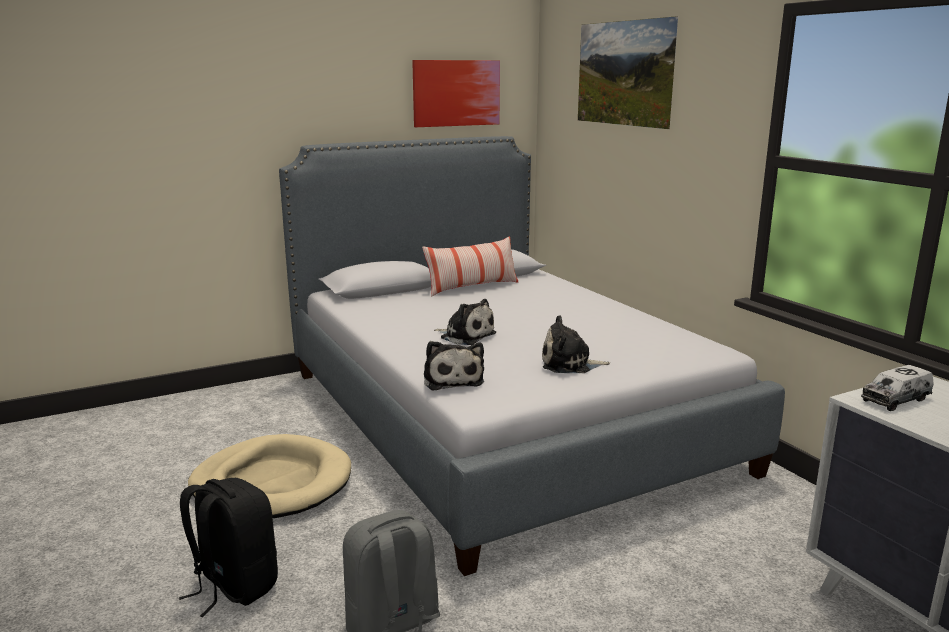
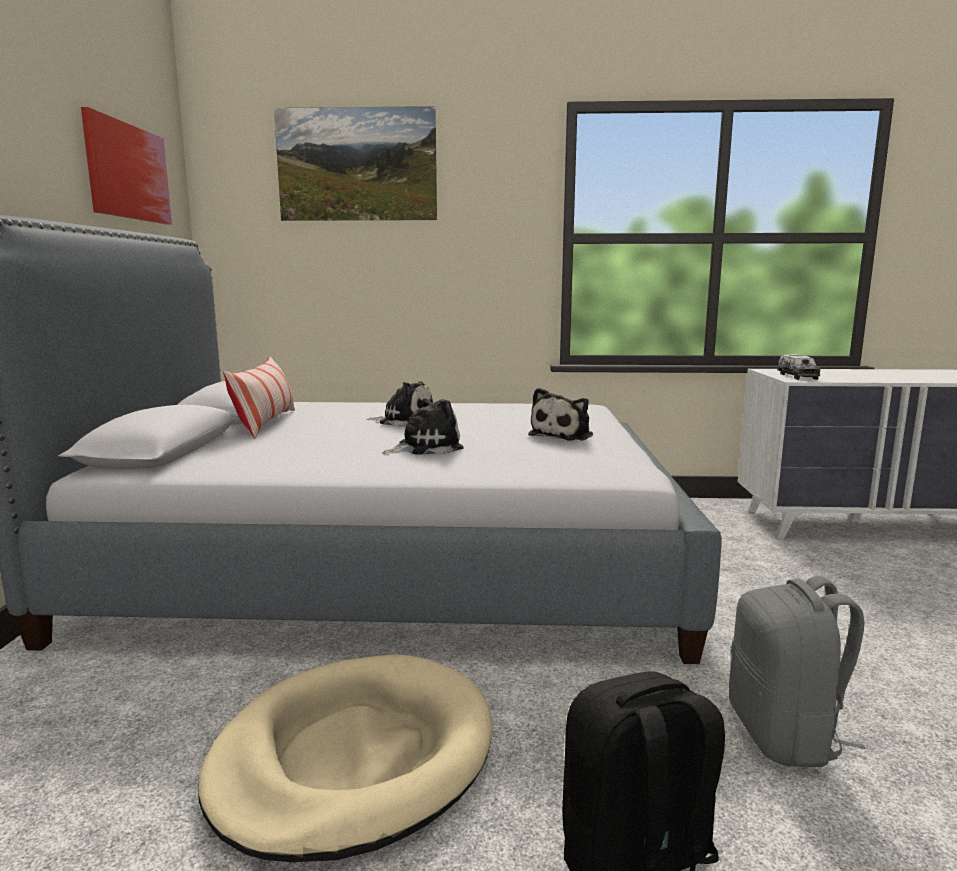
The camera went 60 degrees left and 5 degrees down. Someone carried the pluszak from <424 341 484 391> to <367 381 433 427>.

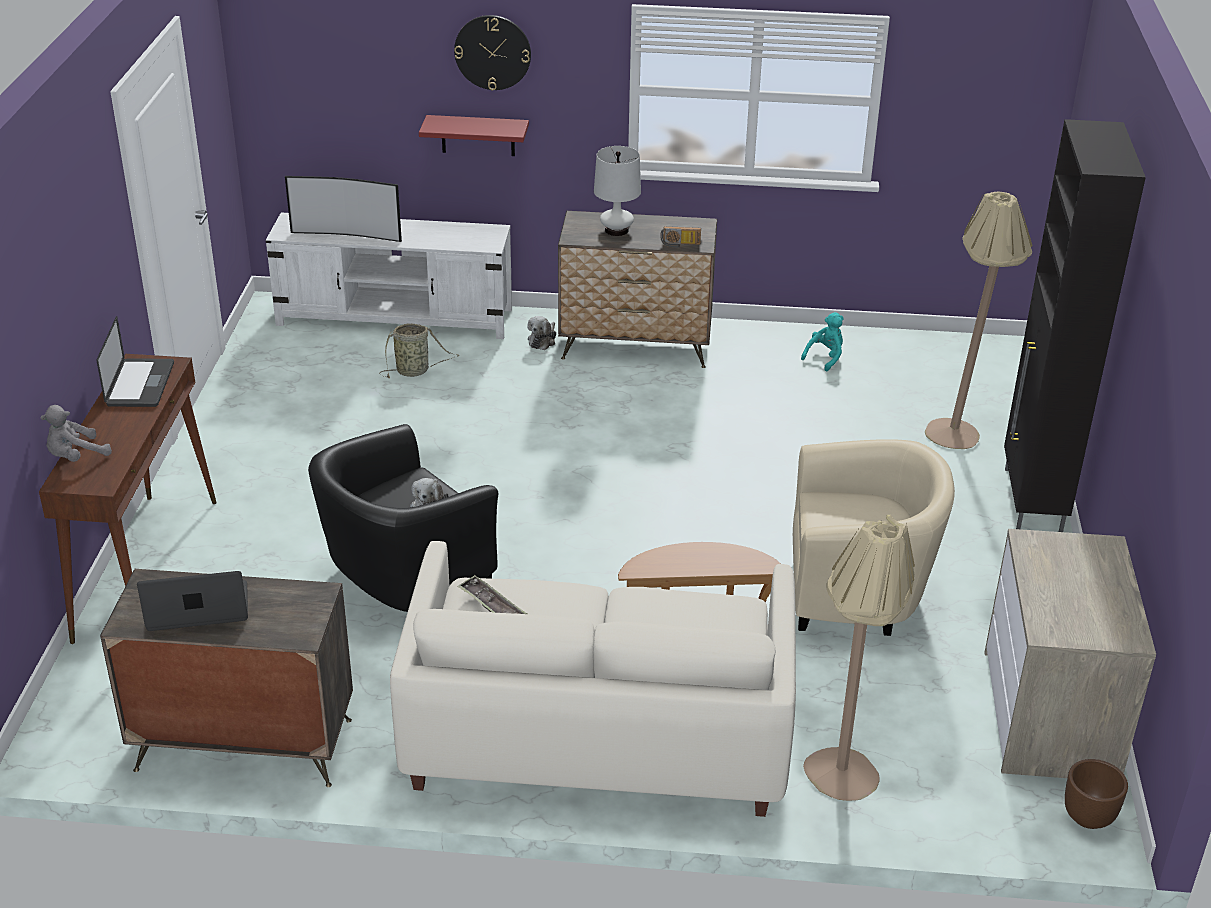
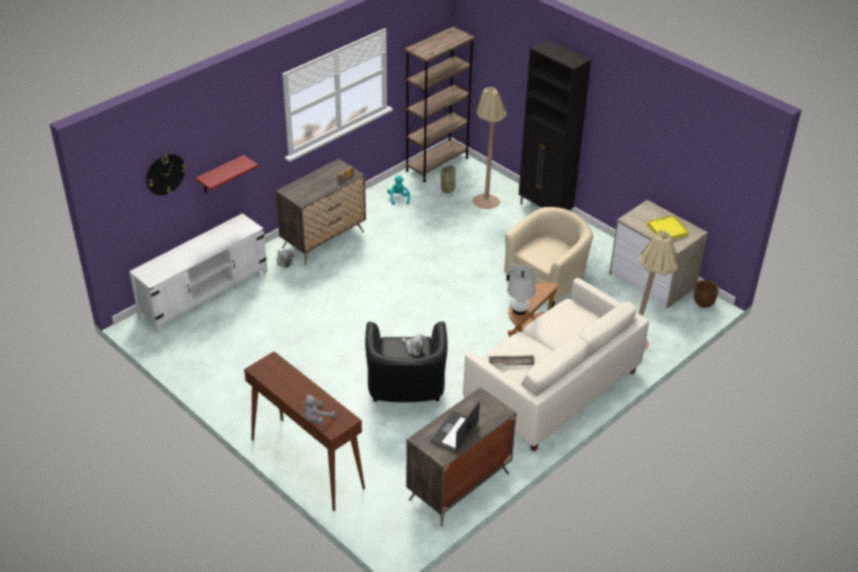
The camera went 50 degrees left and 5 degrees up. Someone carried the zegar ścienny from <454 15 531 90> to <146 154 186 195>. Someone rotated the pluszak (szary) at <41 405 112 462> by 45 degrees clockwise. Someone put down the regał (brązowy) at <405 26 475 182>. Someone carried the koszyk from <380 323 460 378> to <441 165 456 196>. Someone carried the lampa stołowa (biały) from <594 146 641 236> to <507 265 536 315>. Someone put down the taca (żółty) at <647 215 689 240>. Someone took away the laptop at <97 316 174 407>. Someone took away the telewizor at <285 176 402 242>.

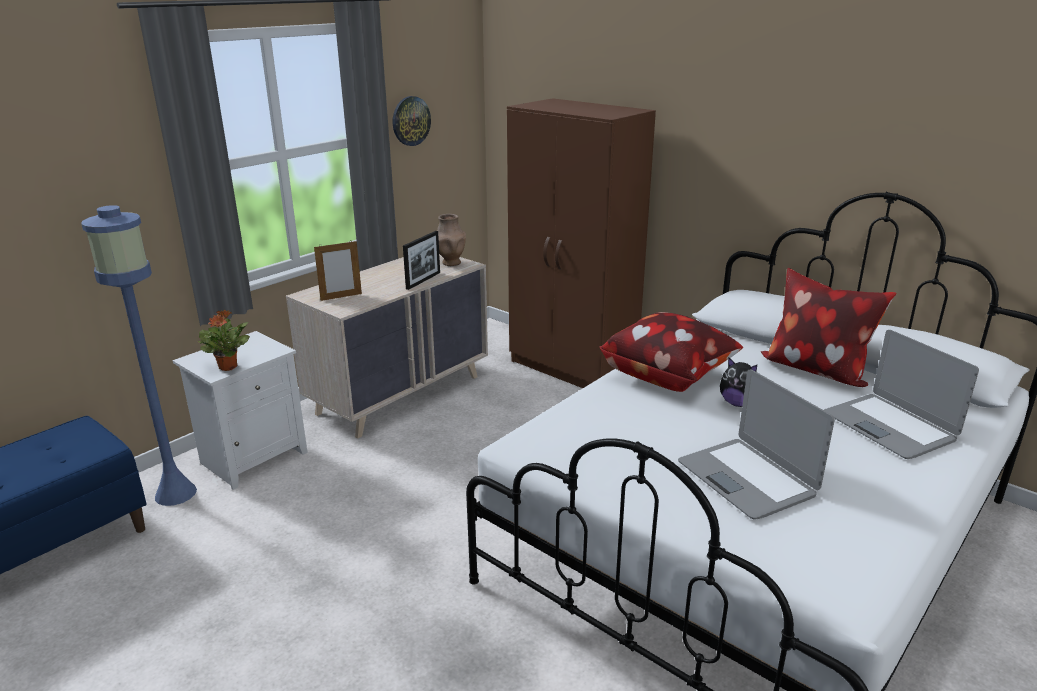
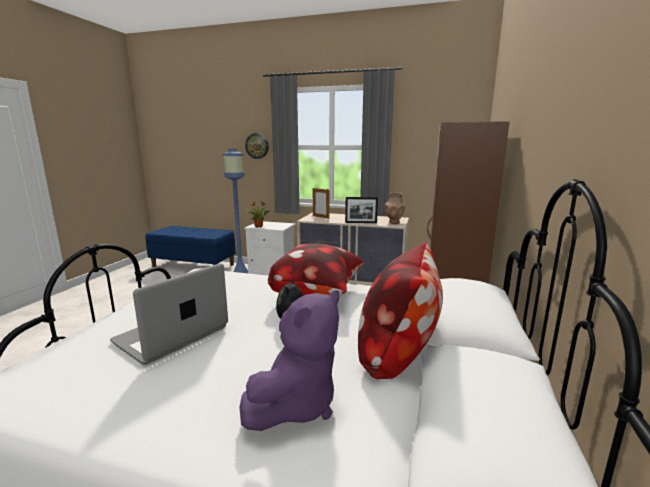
The camera went 65 degrees right and 10 degrees down. Someone swapped the laptop at <824 330 979 459> for the pluszak (fioletowy) at <239 290 339 431>. Someone carried the zegar ścienny from <393 96 431 146> to <245 133 269 159>.

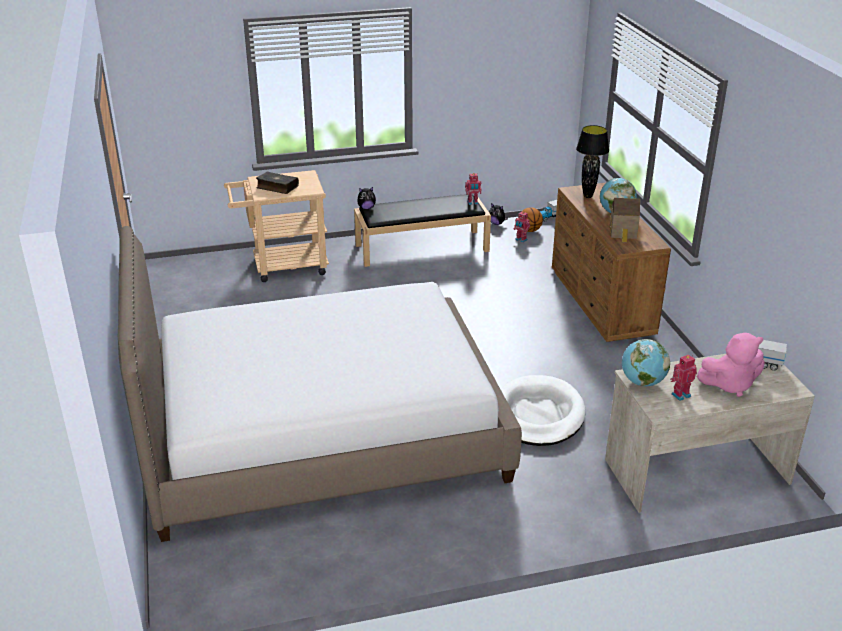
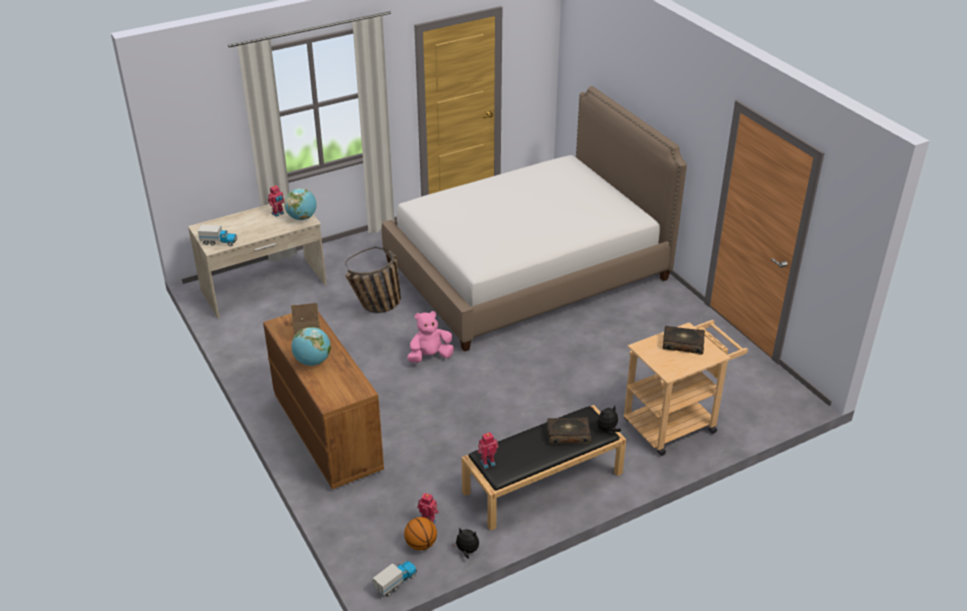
The camera went 165 degrees right and 5 degrees up. Someone swapped the legowisko (biały) at <501 375 586 446> for the koszyk at <345 247 401 313>. Someone carried the pluszak (różowy) from <697 333 765 397> to <407 311 454 363>. Someone put down the książka at <547 417 591 444>. Someone took away the lampa stołowa (czarny) at <576 125 609 198>.

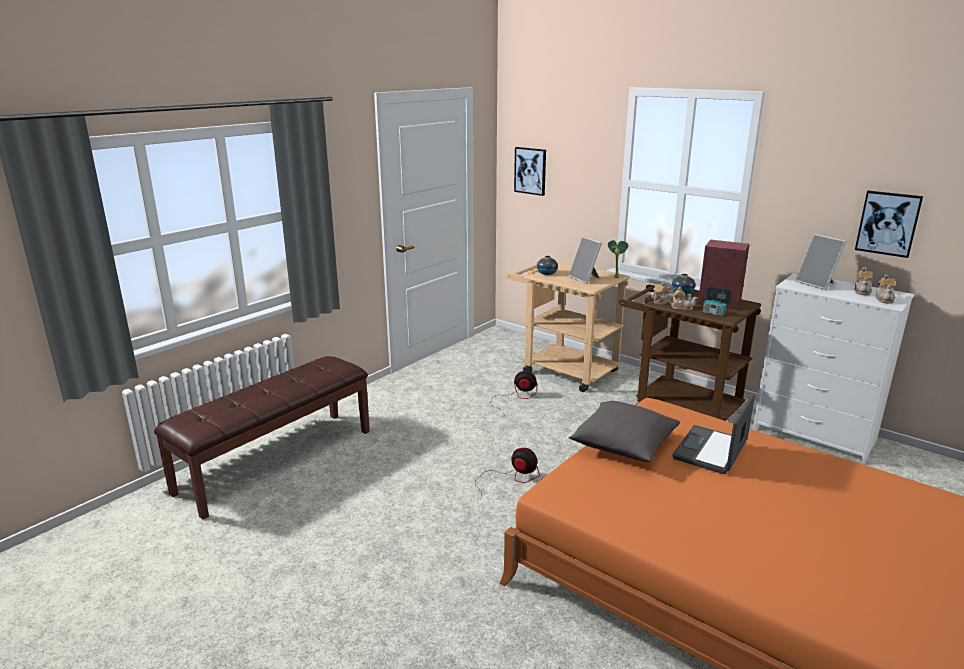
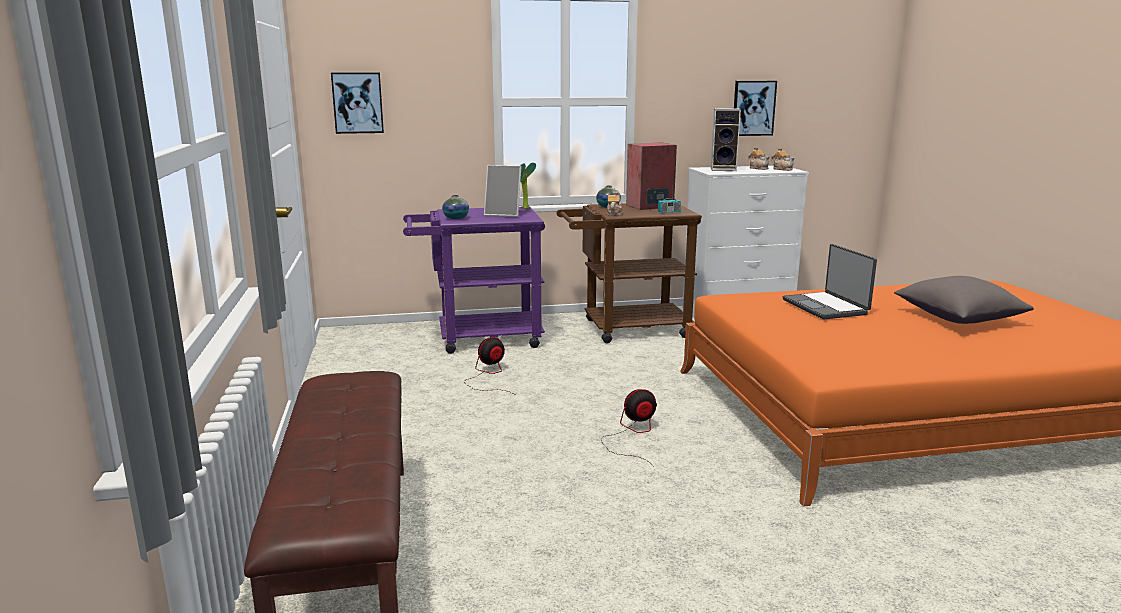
The camera went 50 degrees left and 5 degrees down. Someone repainted the wózek (beżowy) at <506 261 629 392>, which became the wózek (fioletowy) at <403 206 545 354>. Someone swapped the ramka na zdjęcie at <795 234 847 290> for the głośnik at <711 108 741 171>. Someone carried the poduszka (szary) from <569 401 680 462> to <894 276 1034 324>. Someone took away the imbryk at <667 287 698 310>.

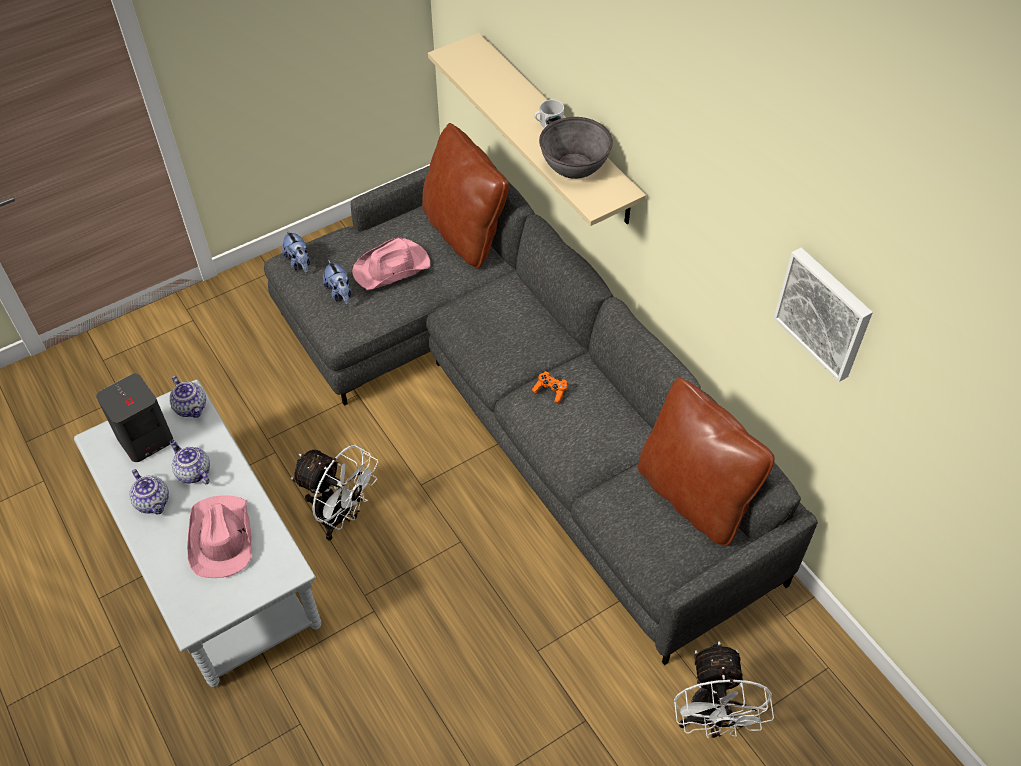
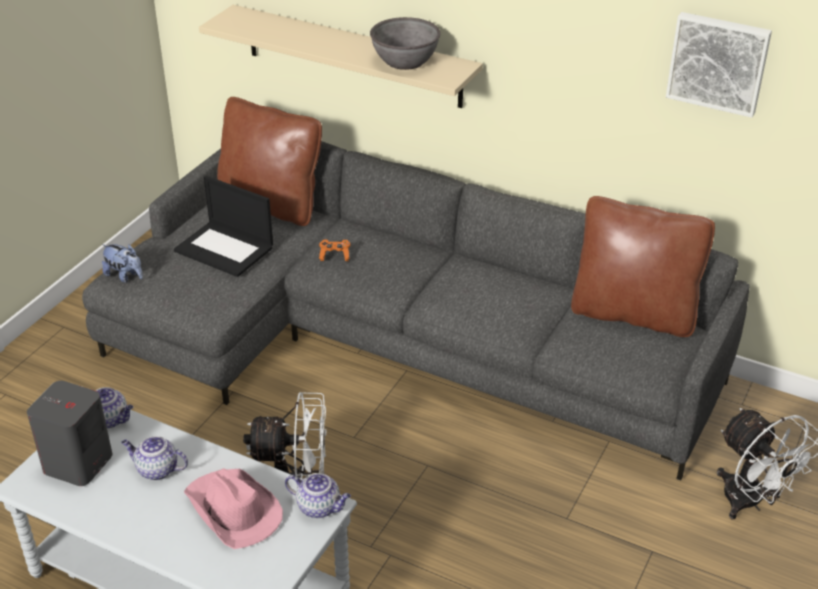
The camera went 30 degrees left and 15 degrees down. Someone swapped the kapelusz (różowy) at <352 238 430 290> for the laptop at <174 176 273 277>. Someone carried the imbryk from <129 469 169 514> to <285 473 351 518>. Someone carried the pad do gier (pomarańczowy) from <532 371 568 403> to <319 240 350 261>. Someone took away the pluszak at <323 260 351 305>. Someone took away the kubek (biały) at <534 100 564 128>.

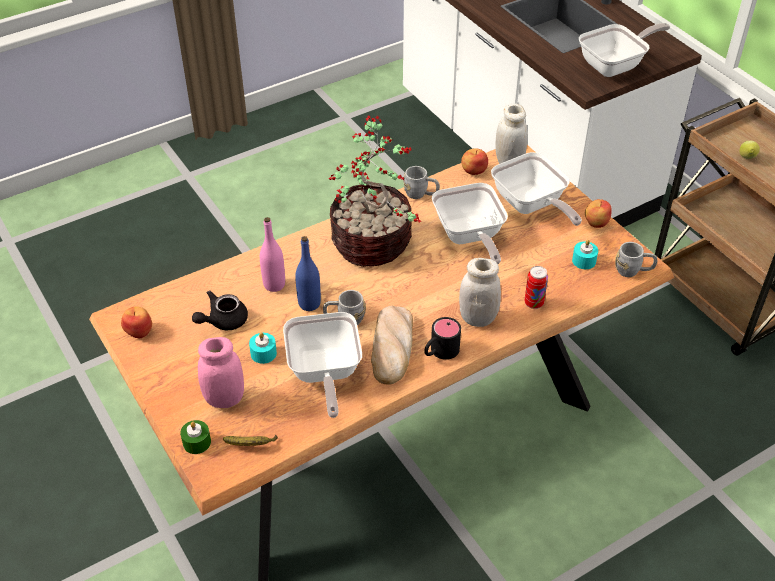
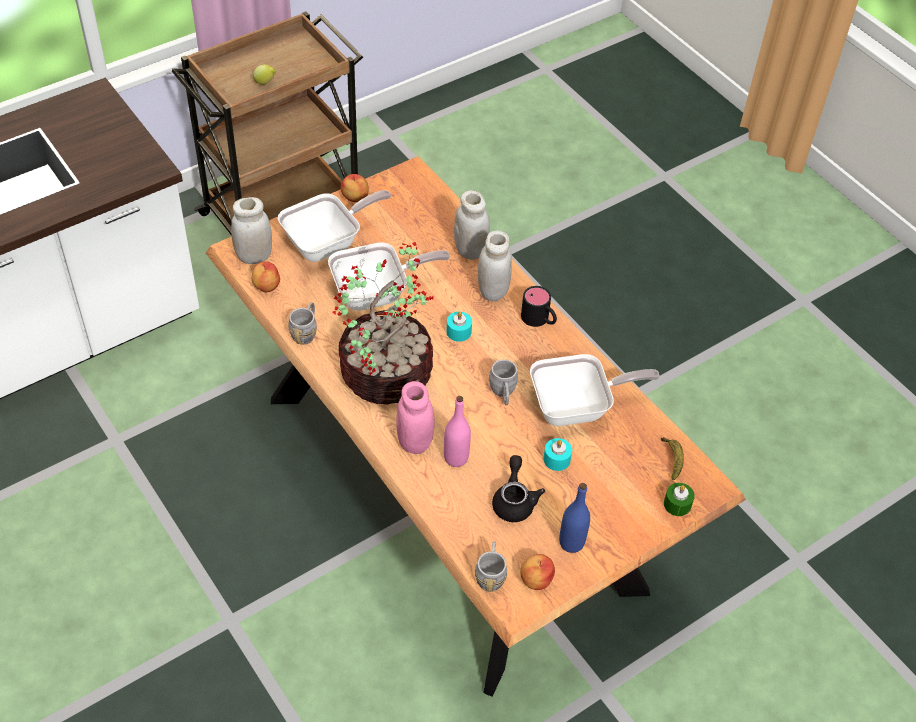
The camera went 95 degrees left and 5 degrees up. Someone carried the słoik (różowy) from <198 337 244 408> to <396 381 435 454>. Someone carried the świeca (turkusowy) from <572 240 598 269> to <446 312 472 342>. Someone swapped the puszka at <524 266 548 309> for the słoik (biały) at <454 190 490 260>. Someone carried the kubek (szary) from <615 242 657 277> to <475 541 507 592>. Someone rotated the imbryk (czarny) at <192 291 248 330> by 135 degrees counterclockwise. Someone carried the butelka (niebieski) from <295 236 321 311> to <559 483 590 553>. Someone took away the chleb at <371 305 413 385>. Someone took away the patelnia at <579 23 670 77>.

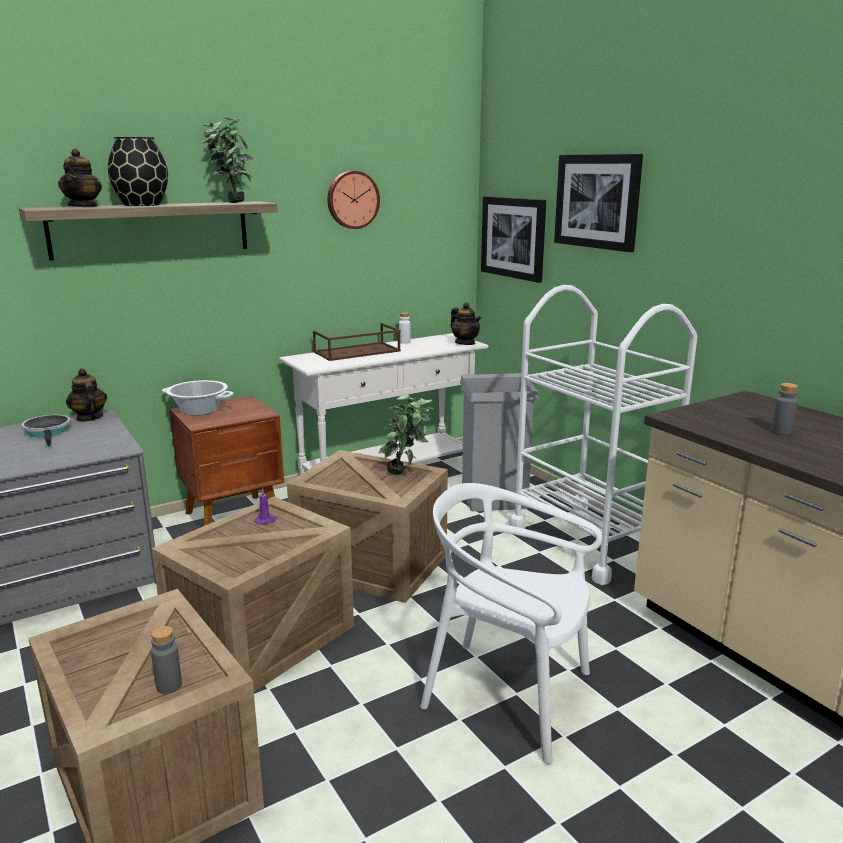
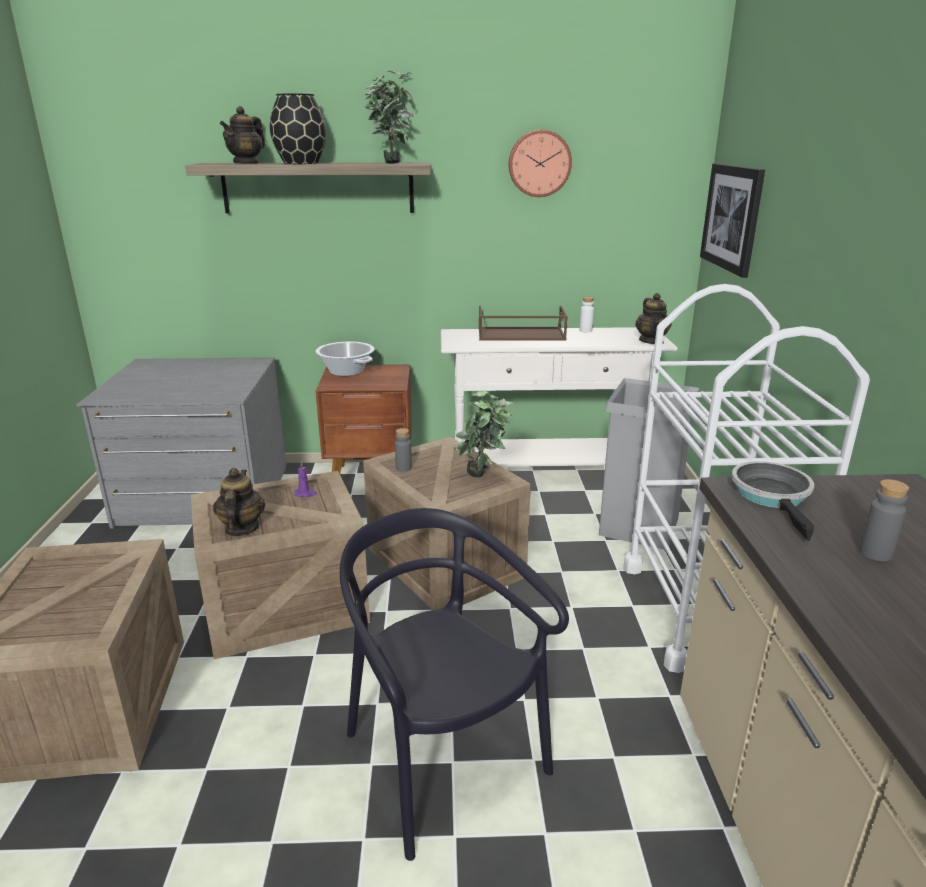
The camera went 30 degrees right and 5 degrees up. Someone carried the imbryk from <66 368 107 422> to <213 468 265 536>. Someone repainted the krzesło (biały) at <420 483 602 764>, which became the krzesło (czarny) at <340 508 569 861>. Someone carried the butelka (szary) from <151 626 182 694> to <395 428 412 472>. Someone carried the patelnia from <21 415 71 446> to <731 461 814 541>. Someone took away the obraz at <554 154 643 252>.

